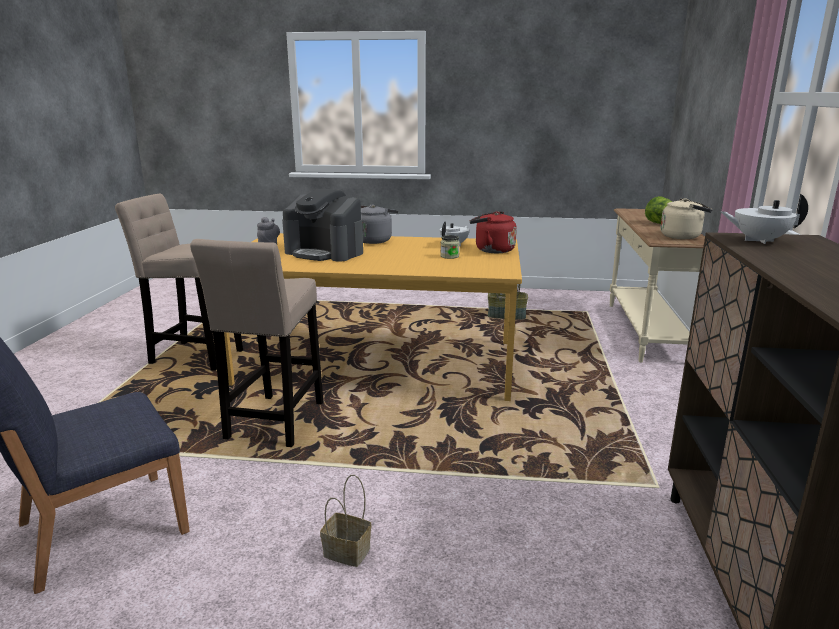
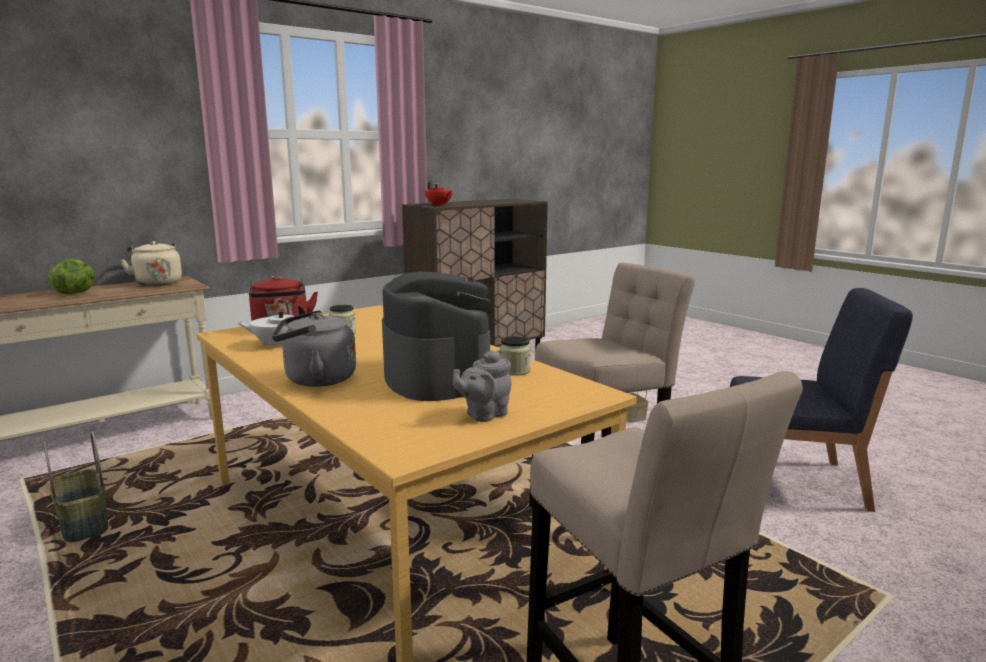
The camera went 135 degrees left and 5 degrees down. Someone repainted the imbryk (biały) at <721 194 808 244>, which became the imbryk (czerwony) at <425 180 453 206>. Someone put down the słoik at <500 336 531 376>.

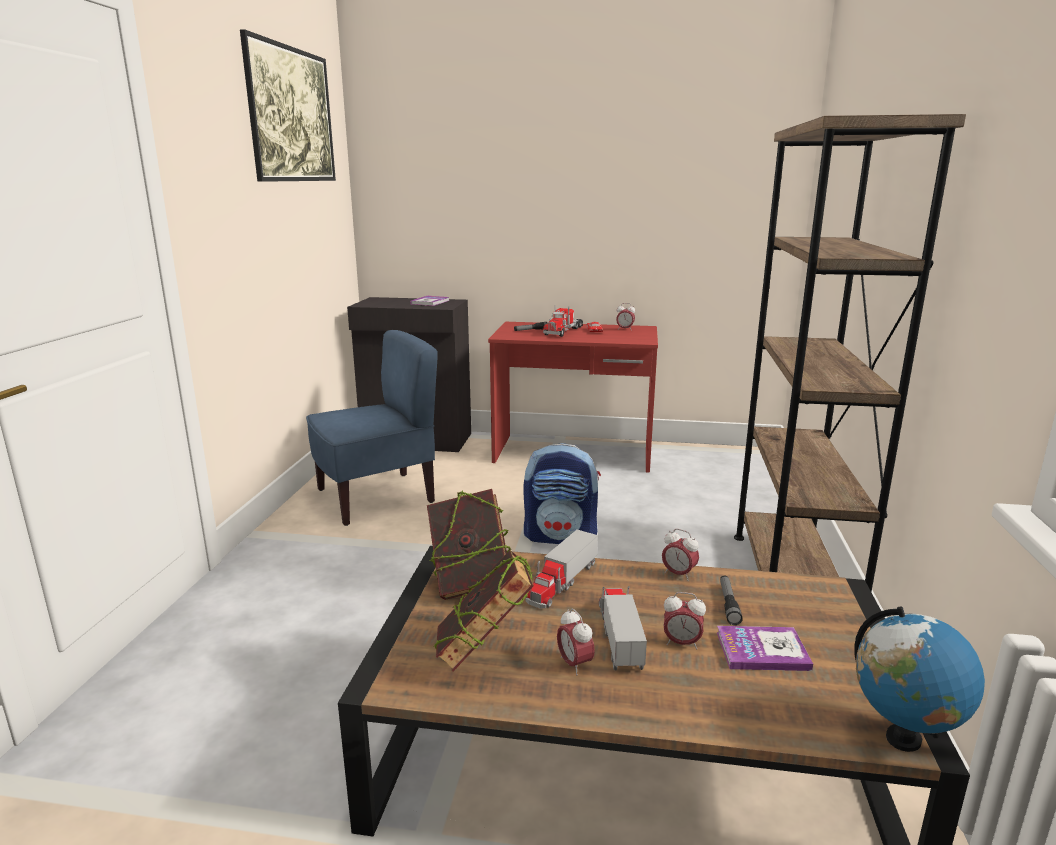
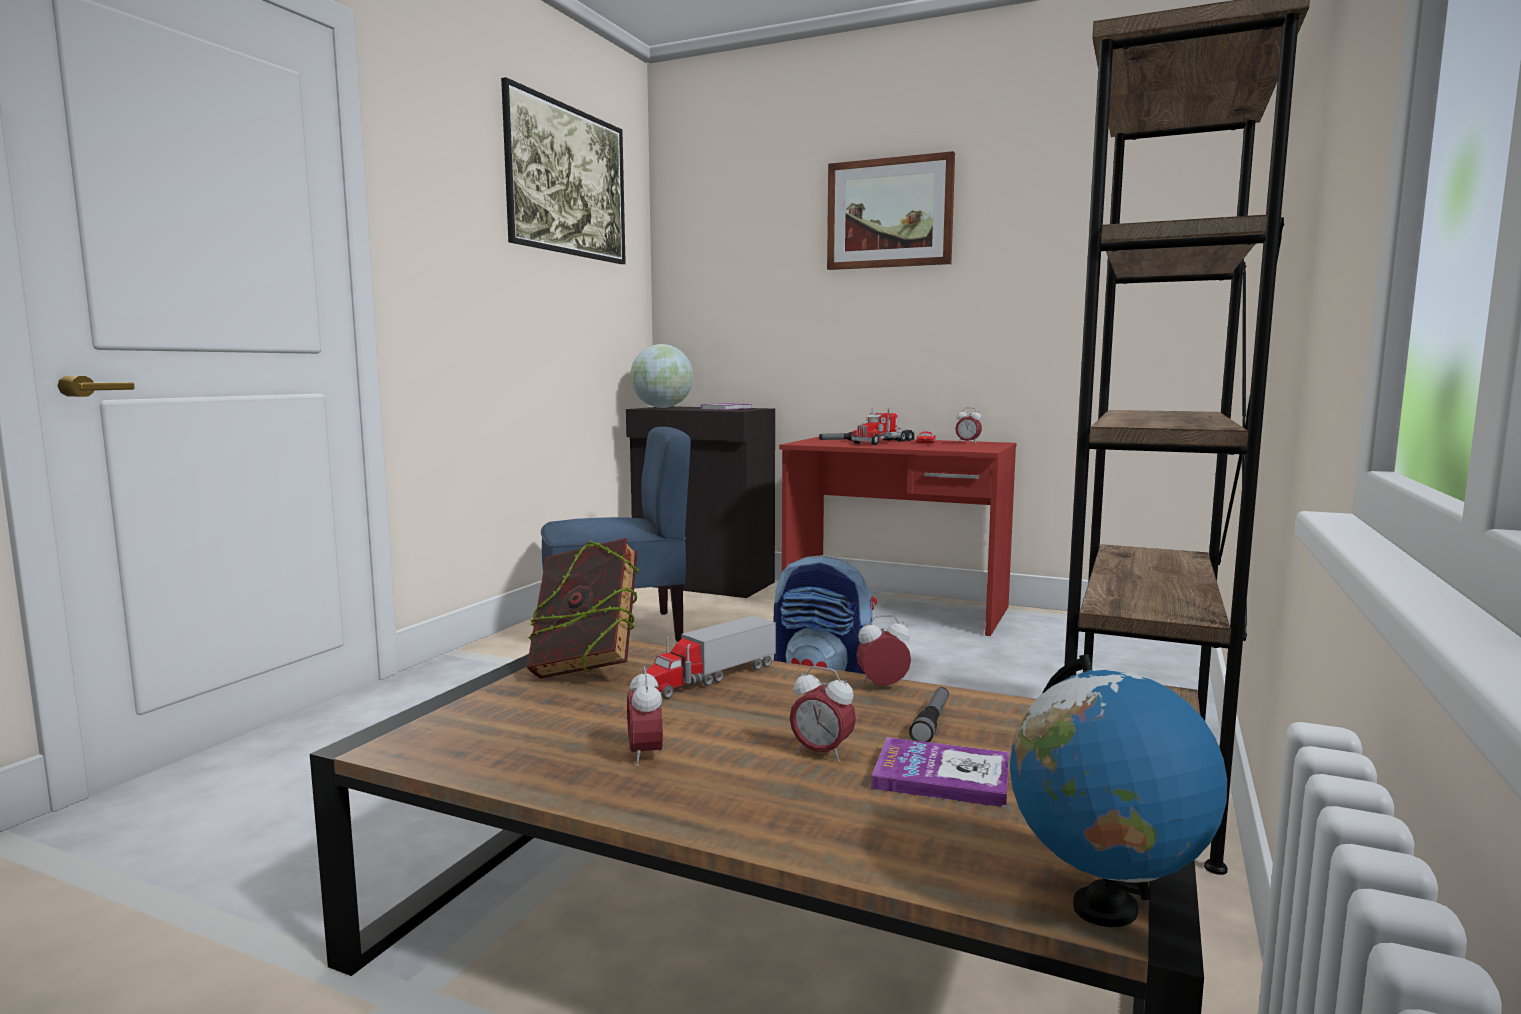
The camera went 15 degrees right and 10 degrees down. Someone put down the globus at <630 344 693 408>. Someone put up the obraz at <827 151 955 270>. Someone rotated the budzik at <662 529 699 581> by 120 degrees clockwise. Someone took away the książka at <433 550 534 671>. Someone took away the ciężarówka zabawkowa at <599 586 647 671>.

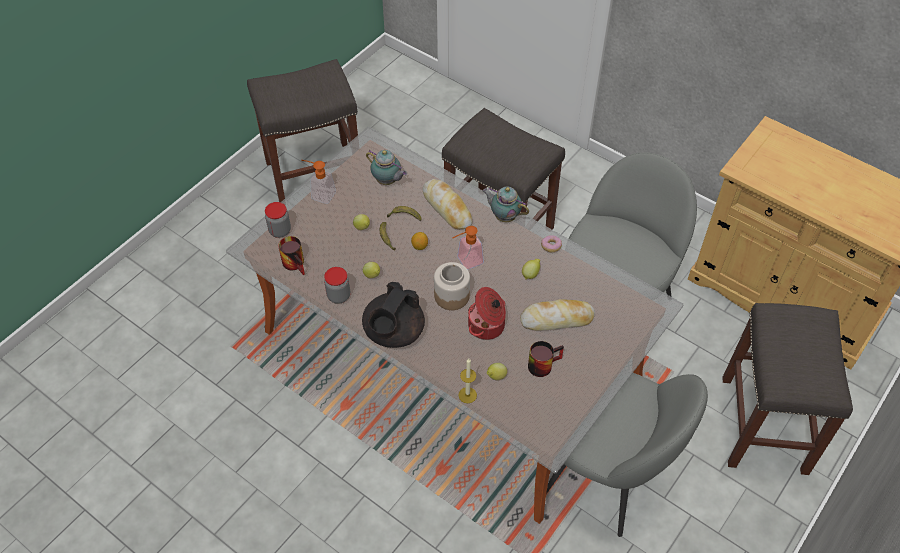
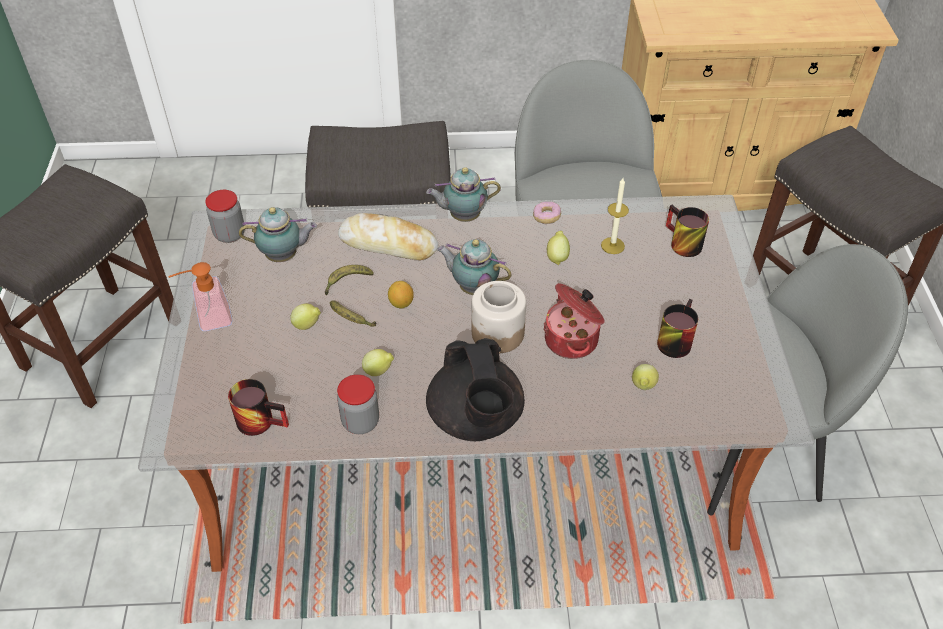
The camera went 40 degrees left and 5 degrees down. Someone carried the słoik from <265 202 291 238> to <205 190 245 243>. Someone swapped the dozownik mydła at <453 226 484 269> for the imbryk at <437 239 512 295>. Someone carried the świeca from <458 358 477 403> to <601 178 629 254>. Someone put down the kubek at <666 205 709 257>. Someone took away the chleb at <520 299 595 331>.

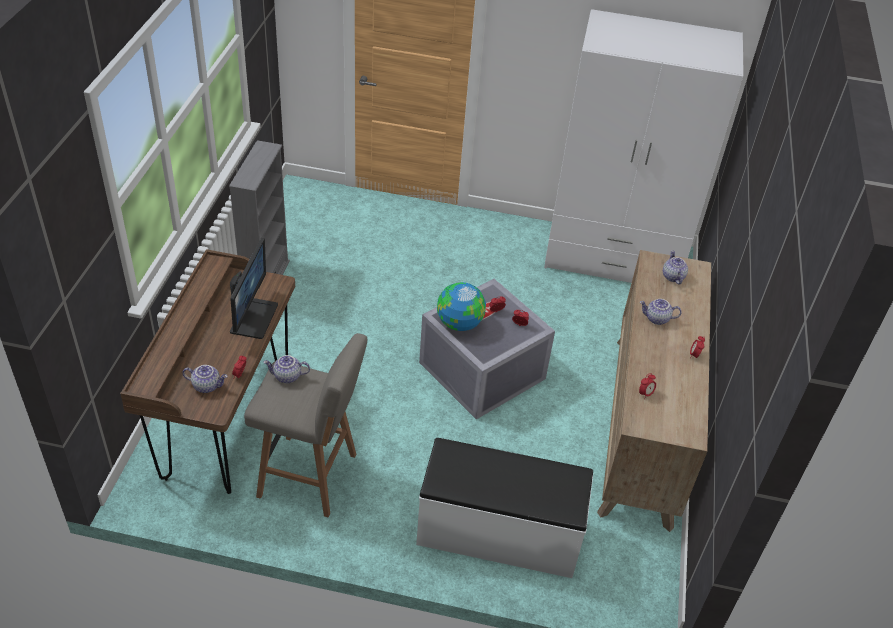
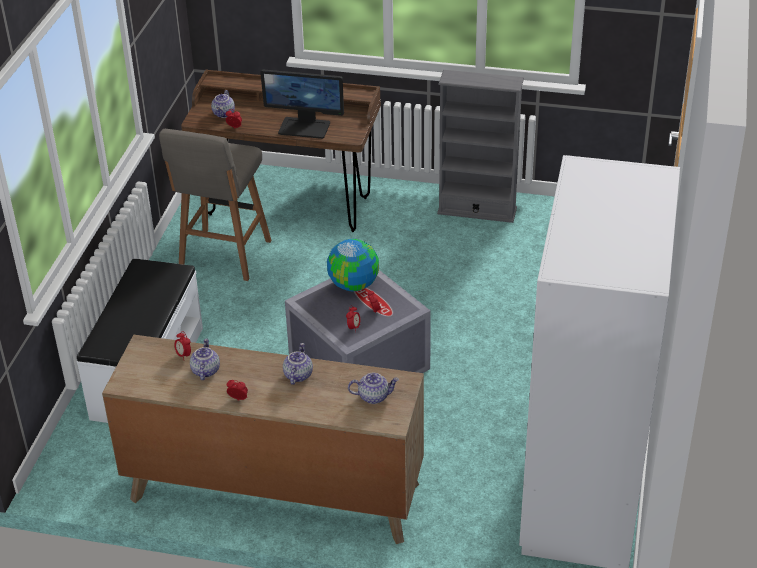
The camera went 95 degrees right and 5 degrees down. Someone carried the imbryk from <263 355 310 383> to <190 339 220 380>.

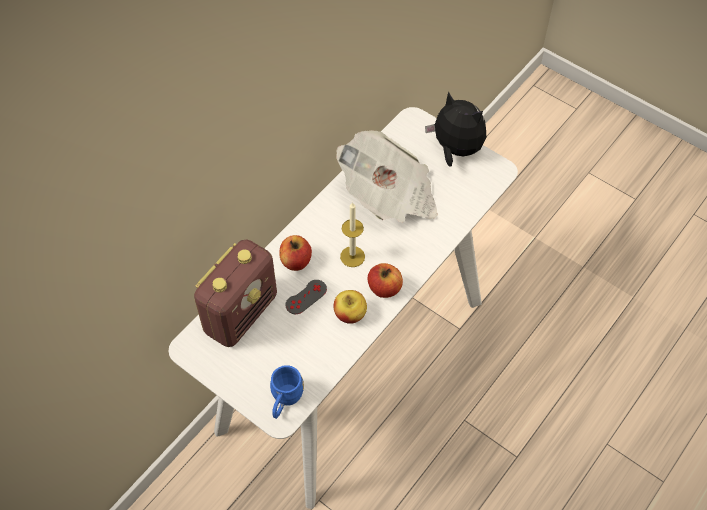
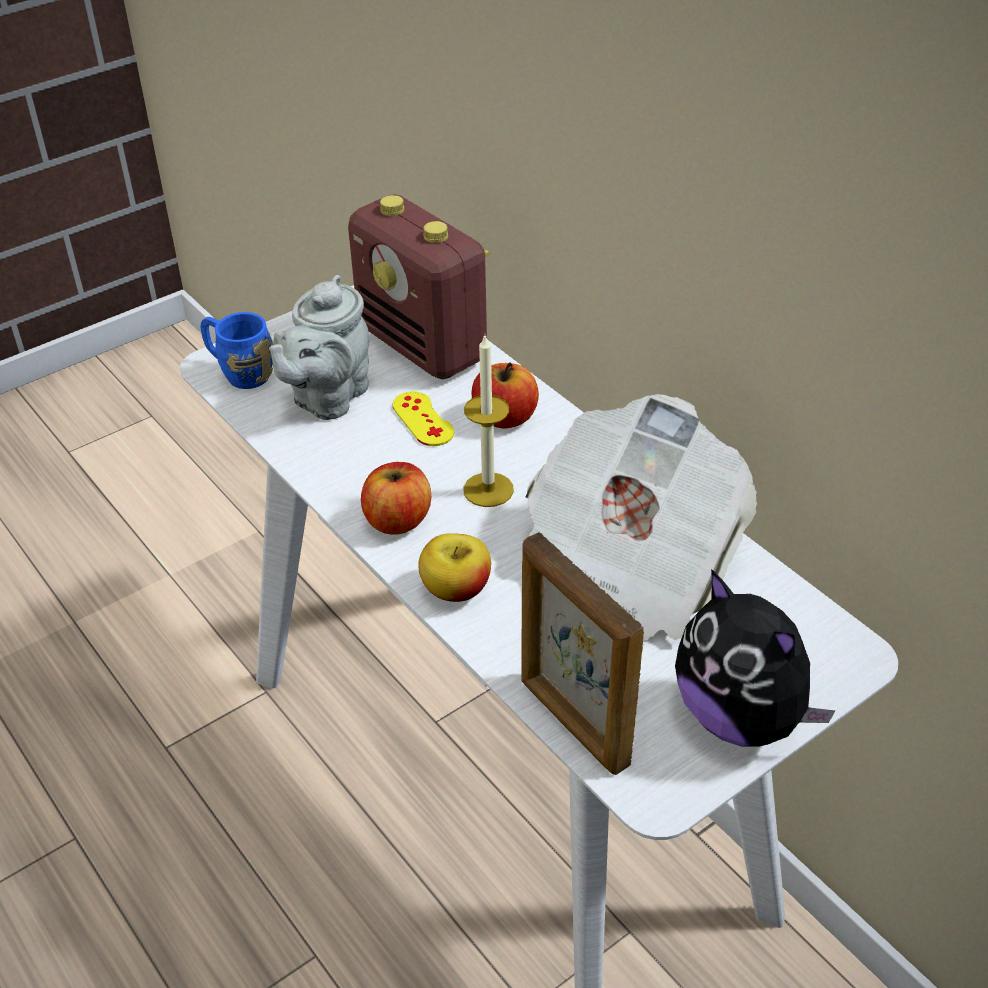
The camera went 105 degrees right and 15 degrees down. Someone put down the imbryk (szary) at <269 275 369 420>. Someone repainted the pad do gier (szary) at <285 280 327 314>, which became the pad do gier (żółty) at <393 391 454 446>. Someone carried the jabłko from <333 290 367 324> to <418 533 491 602>. Someone put down the ramka na zdjęcie at <521 532 644 775>. Someone rotated the pluszak at <425 91 486 167> by 90 degrees clockwise.

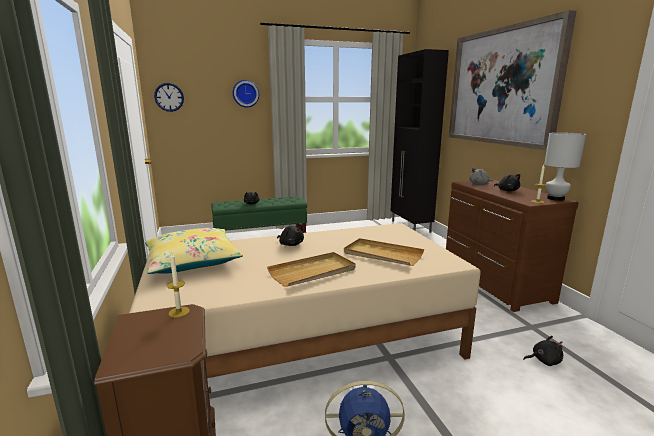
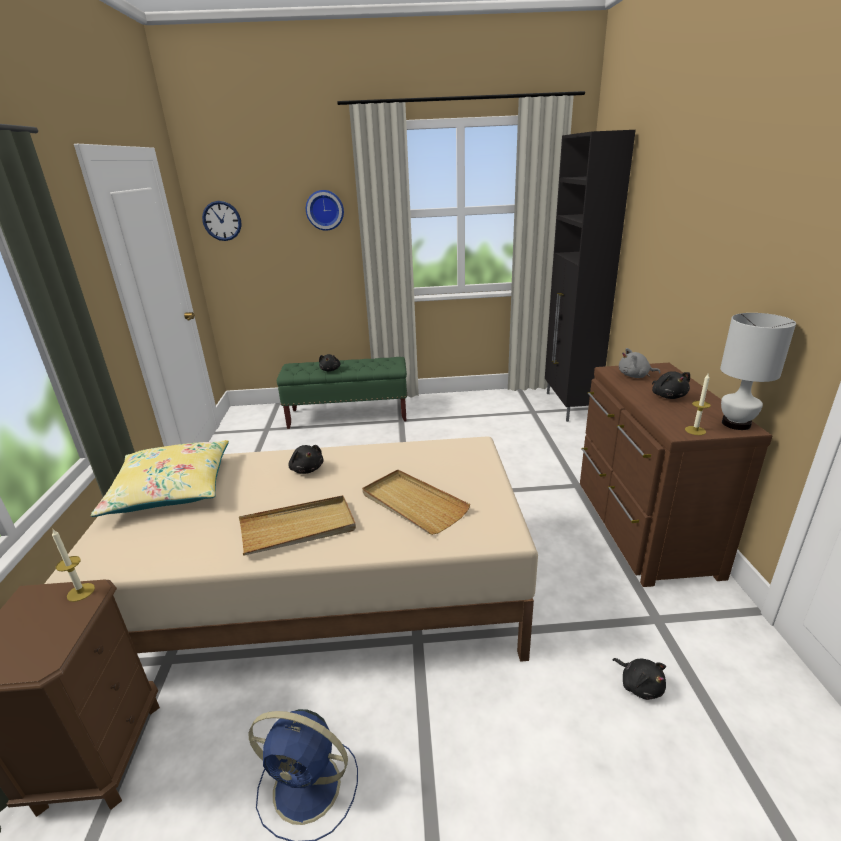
The camera went 15 degrees right and 10 degrees up. Someone rotated the pluszak (czarny) at <523 336 563 366> by 45 degrees clockwise. Someone took away the obraz at <449 10 577 150>.

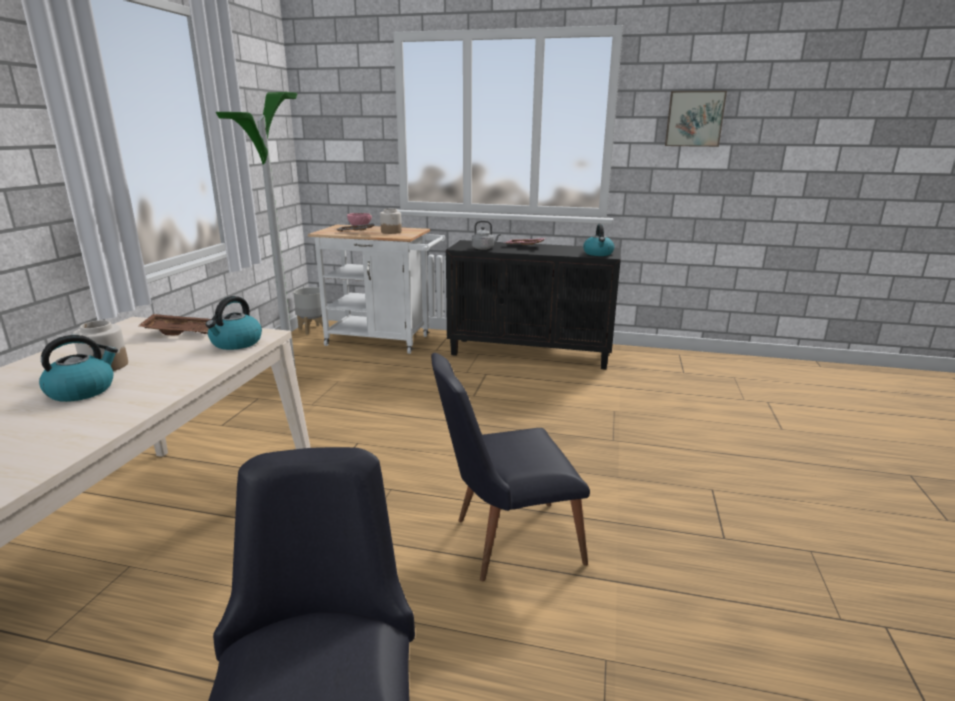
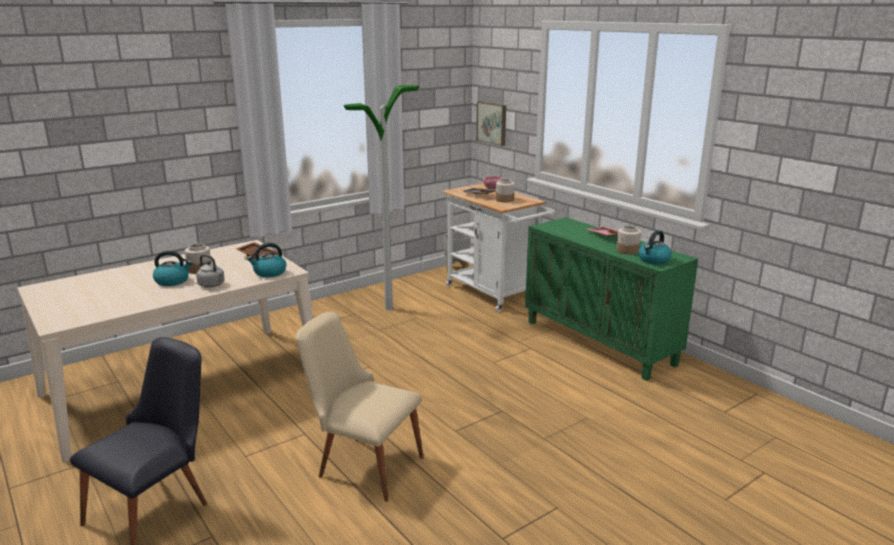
The camera went 40 degrees right and 0 degrees up. Someone carried the czajnik (szary) from <472 221 501 250> to <196 254 225 288>. Someone repainted the krzesło (czarny) at <431 353 590 581>, which became the krzesło (beżowy) at <296 312 424 502>. Someone carried the obraz from <665 91 727 147> to <476 101 506 146>. Someone repainted the szafka (czarny) at <446 240 621 370>, which became the szafka (zielony) at <525 217 698 381>. Someone put down the słoik at <616 225 641 254>.

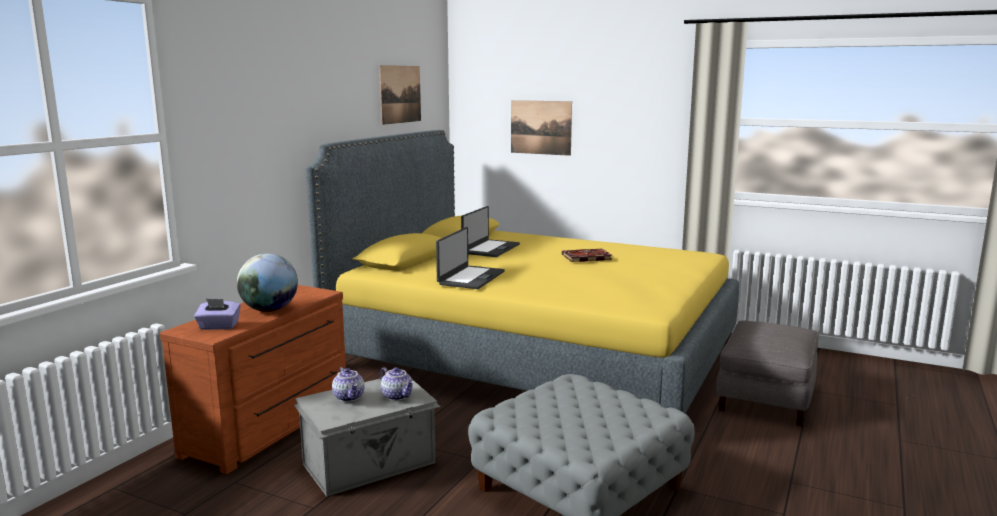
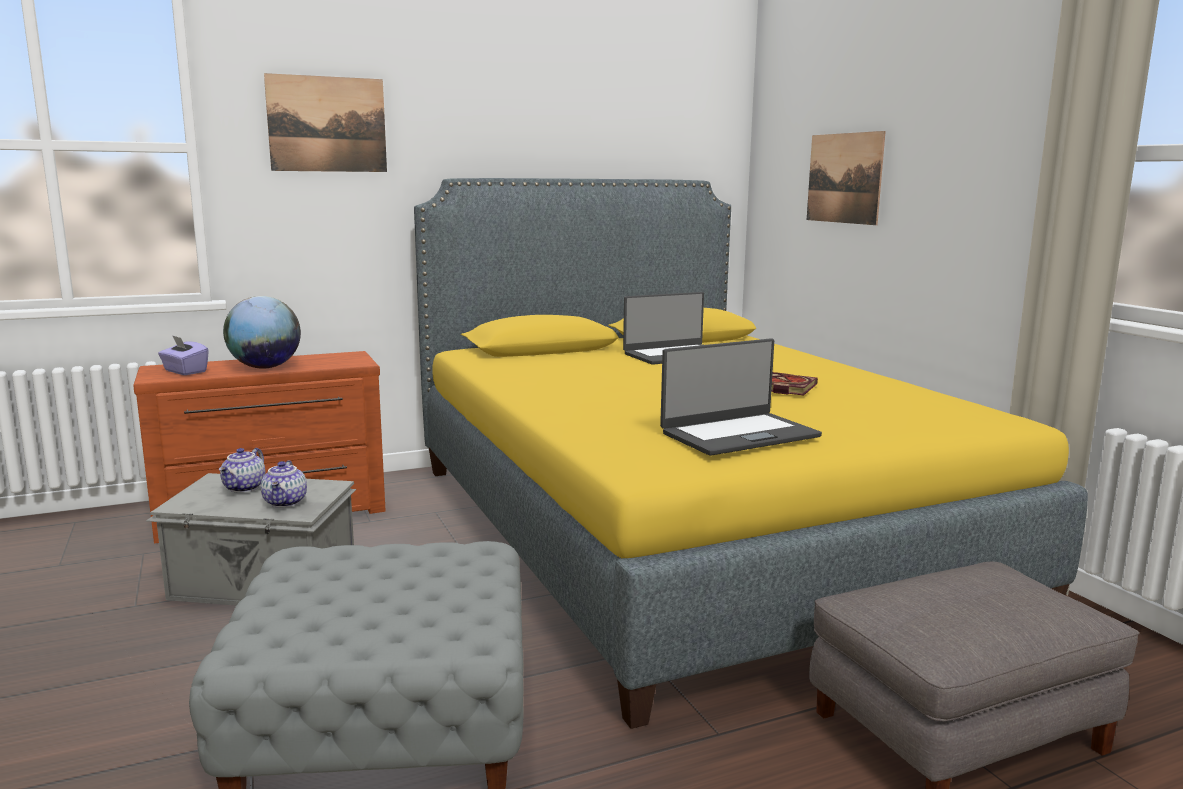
The camera went 40 degrees right and 0 degrees up. Someone carried the obraz from <379 65 421 125> to <264 73 387 172>. Someone carried the laptop from <436 227 505 289> to <660 338 822 456>.

